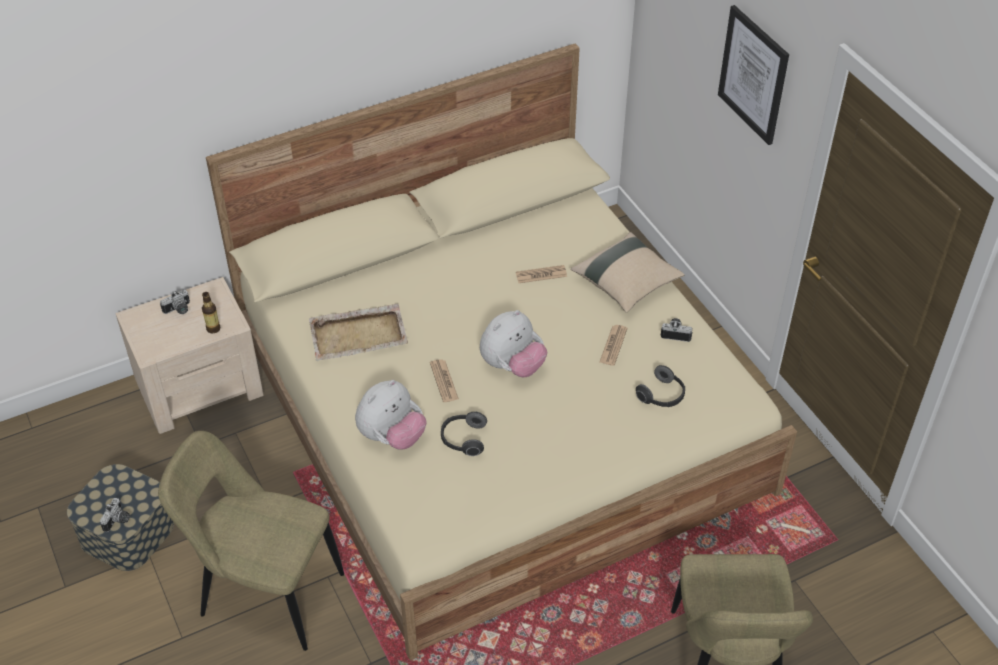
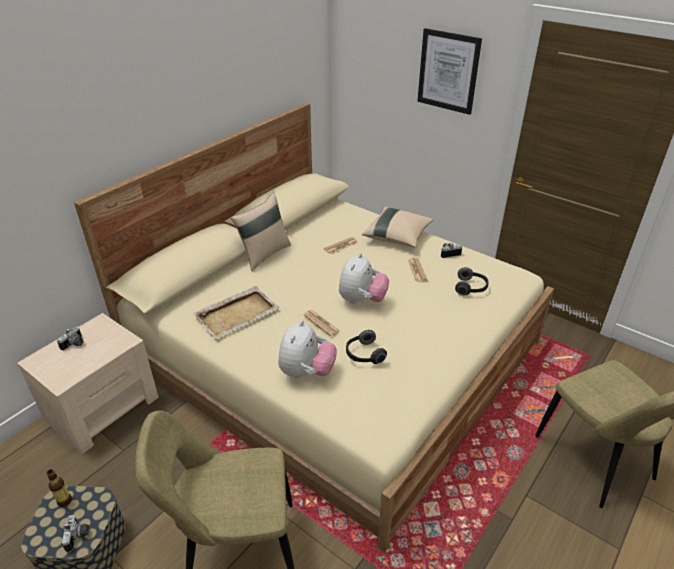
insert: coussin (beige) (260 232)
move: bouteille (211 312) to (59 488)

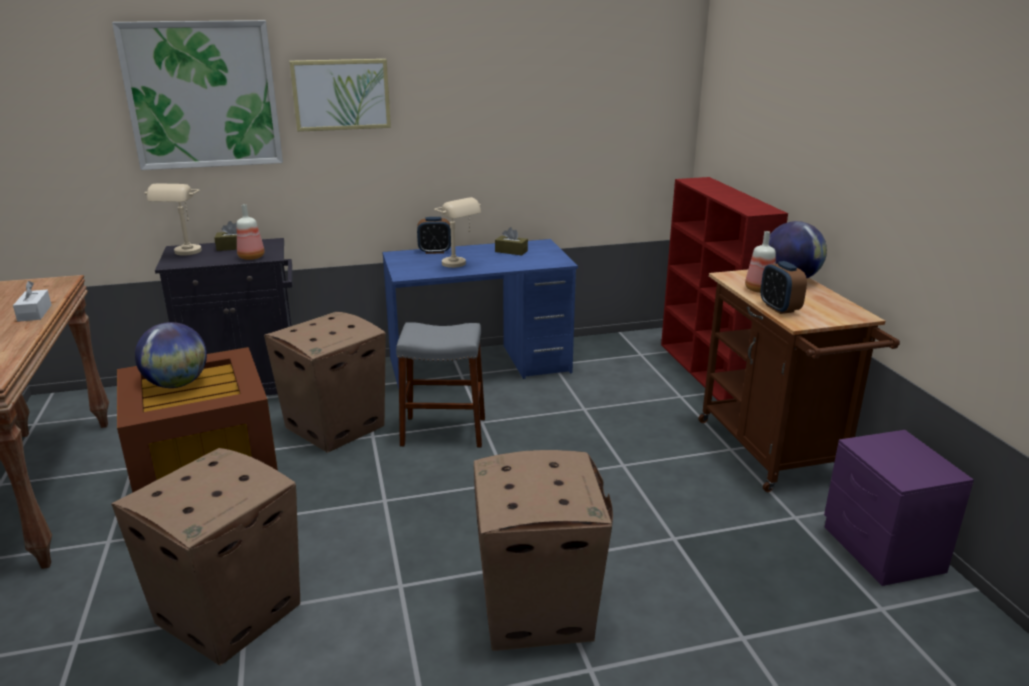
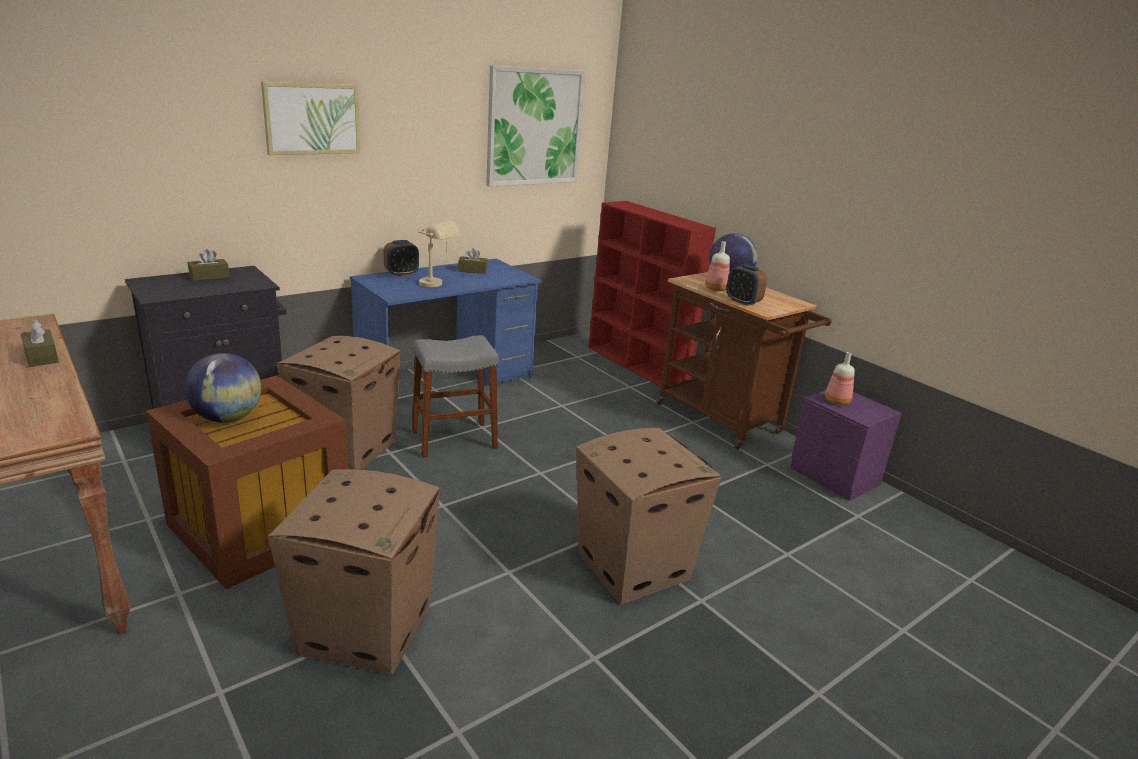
delete: lampe de table (beige) (173 220)
move: tableau (197 95) to (536 126); bouteille (251 232) to (840 378)
recolor: boîte à mouchoirs (blanc) (32 301) to boîte à mouchoirs (marron) (40 343)

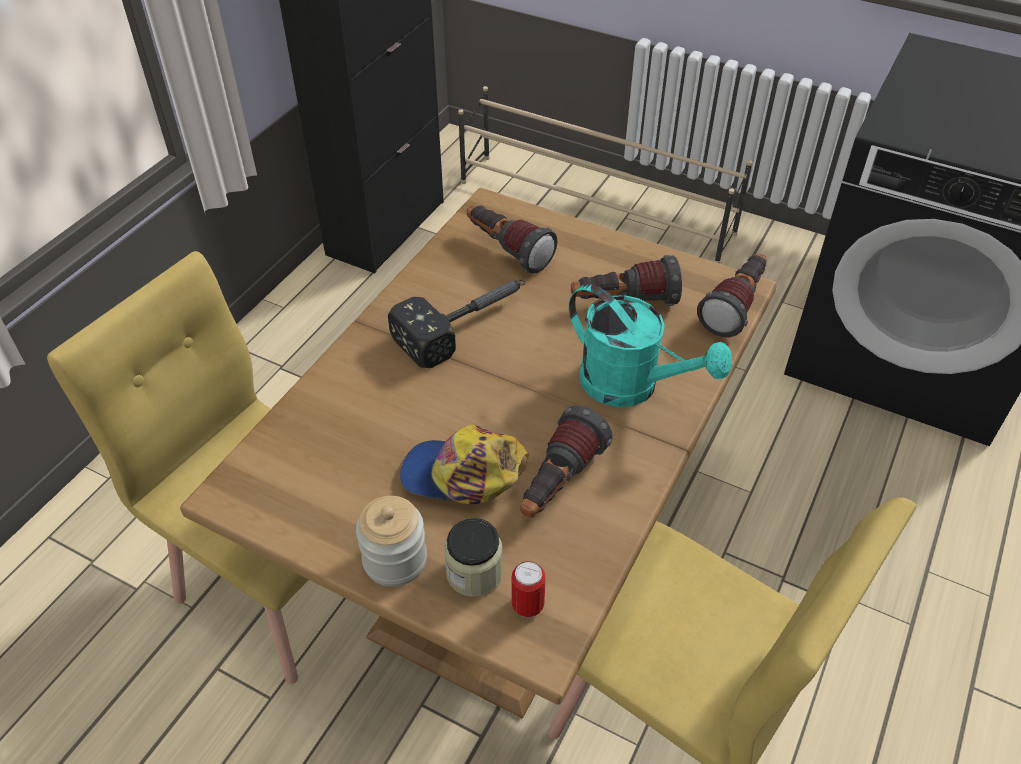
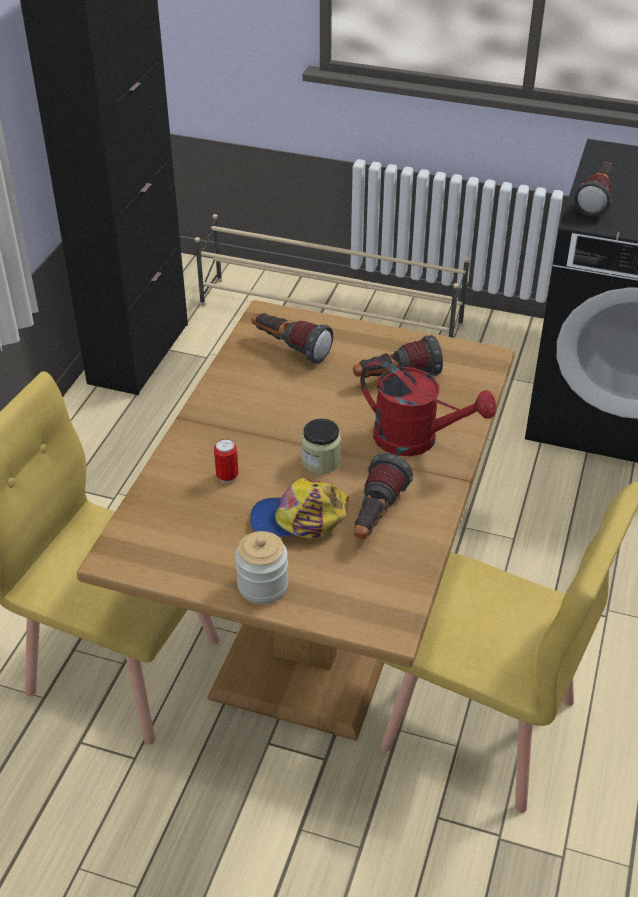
delete: marteau (456 324)
move: boîte métallique (528 589) to (226 461); bocal (473 557) to (321 446); lampe de poche (732 295) to (593 189)
recolor: arrosoir (turquoise) (650 345) to arrosoir (rouge) (428 408)

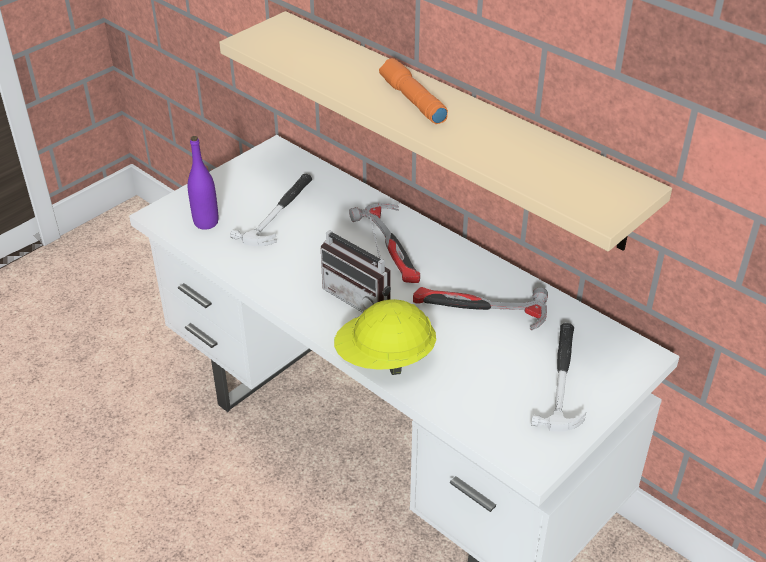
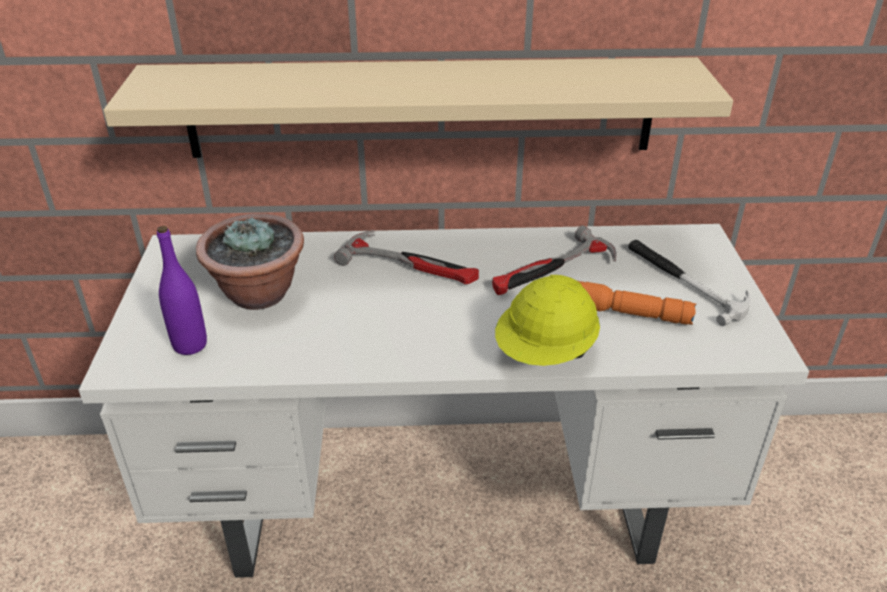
delete: radio (356 262)
move: lampe de poche (orange) (413 91) to (637 303)
replace: marteau (271 210) to plante en pot (250 261)

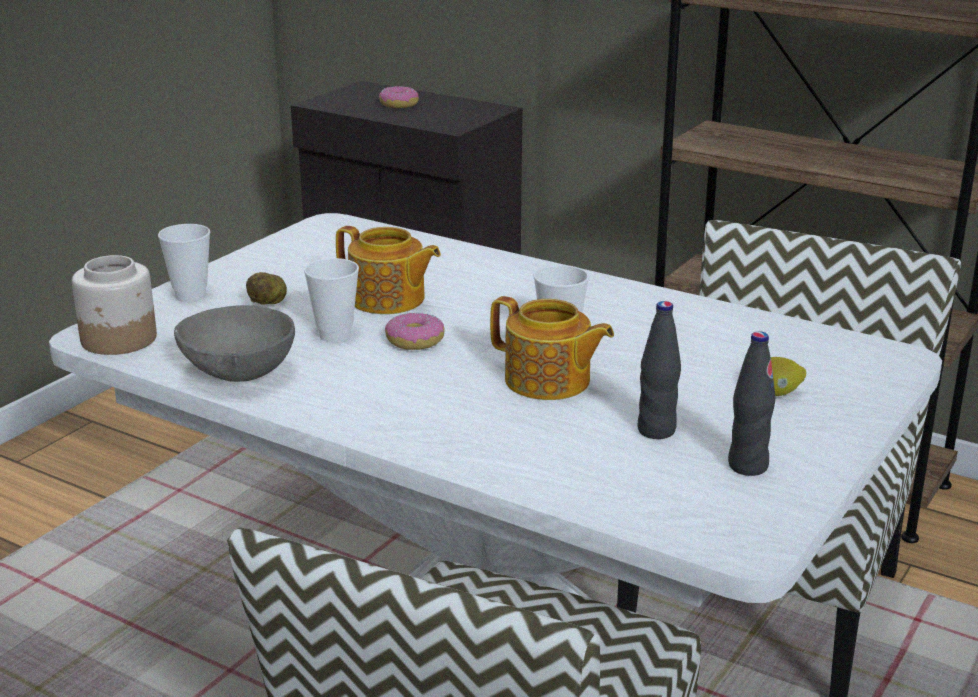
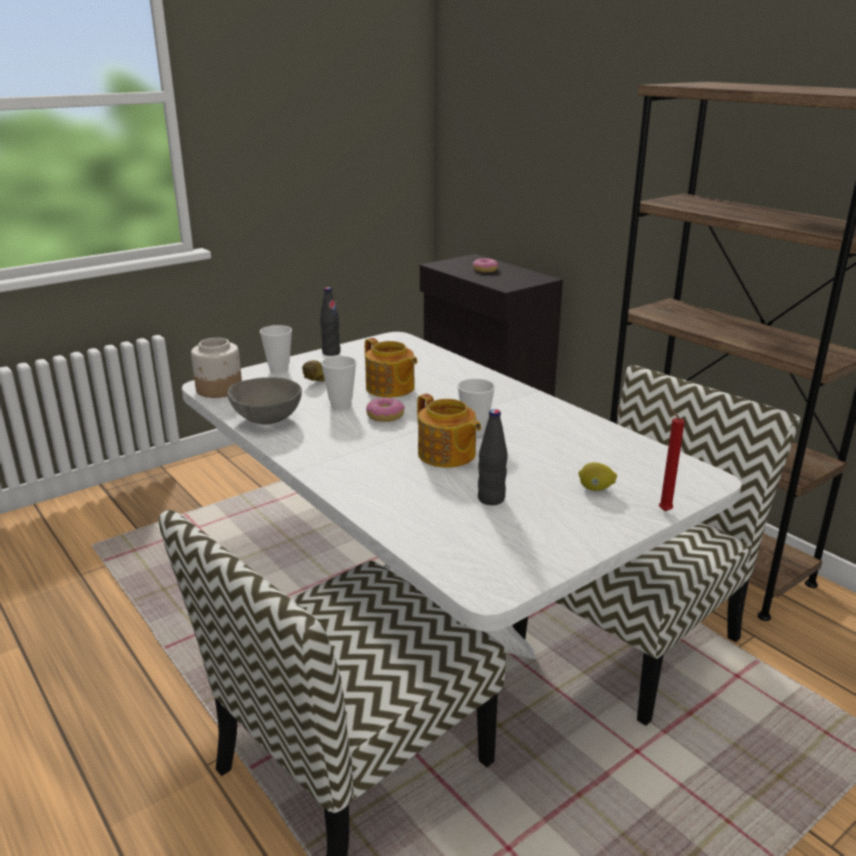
insert: bougie (rouge) (672 459)
move: bouteille (noir) (752 403) to (330 321)

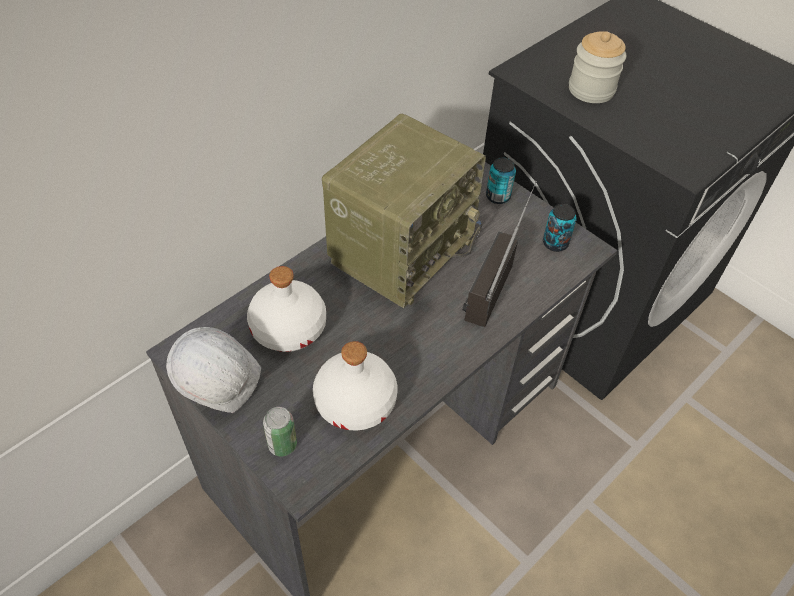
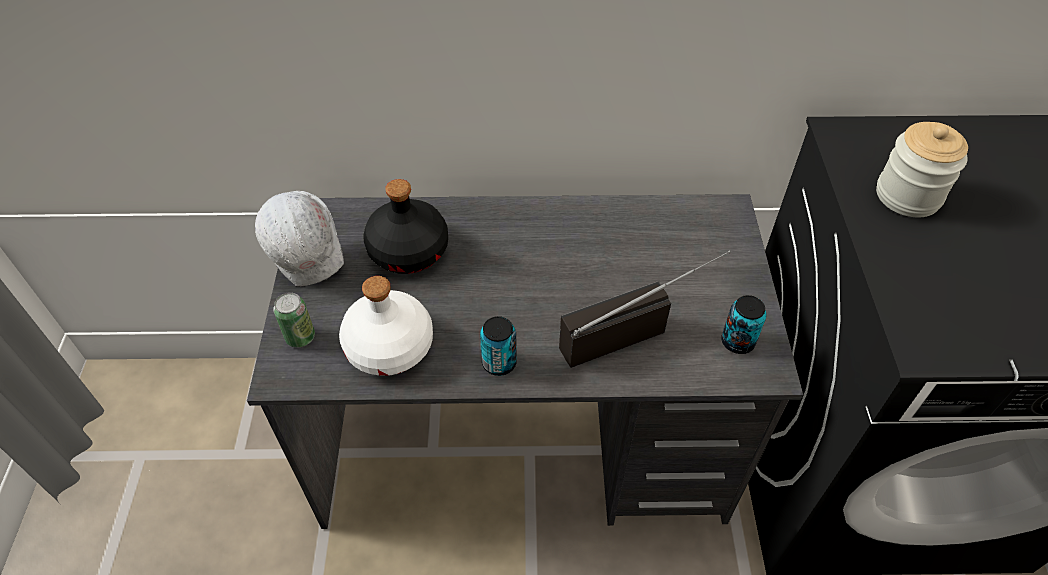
delete: radio (404 211)
move: boîte métallique (501 180) to (498 346)
recolor: bouteille (blanc) (286 309) to bouteille (noir) (405 226)

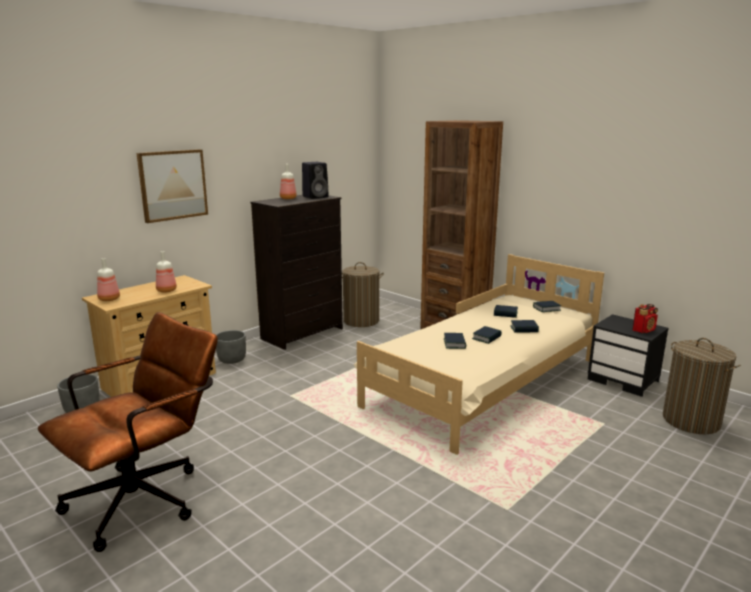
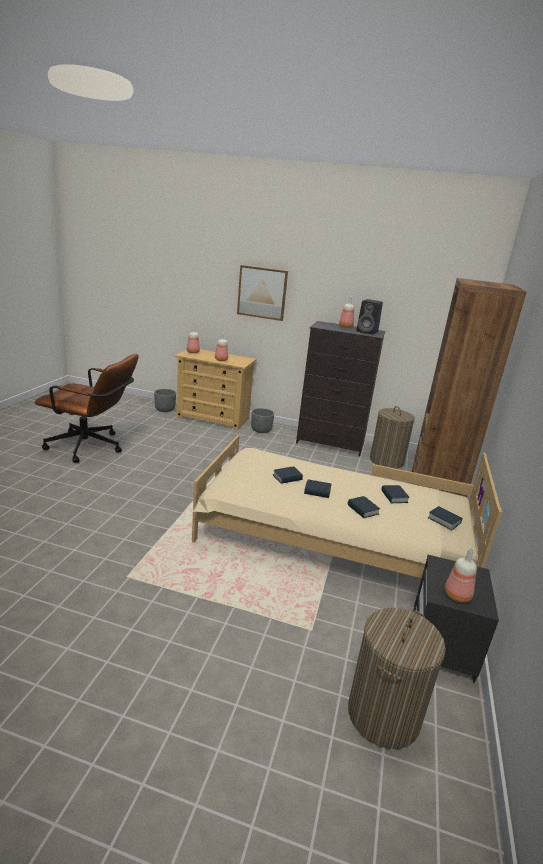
replace: radio (645 318) to bouteille (460 575)

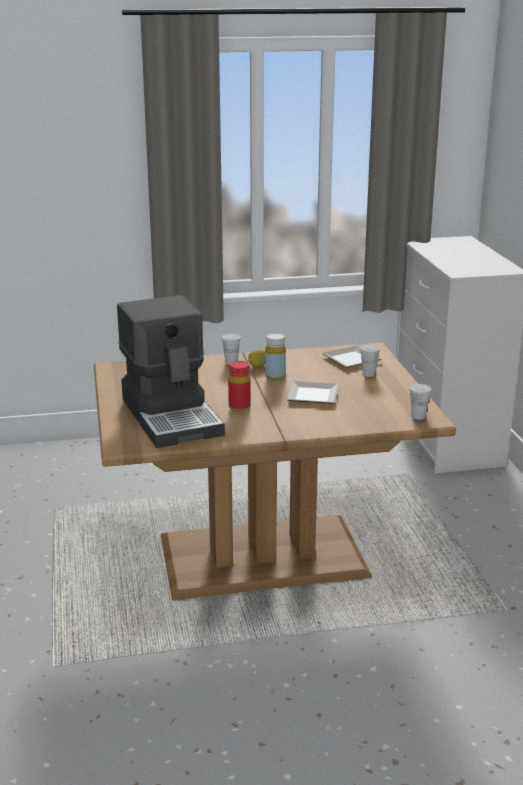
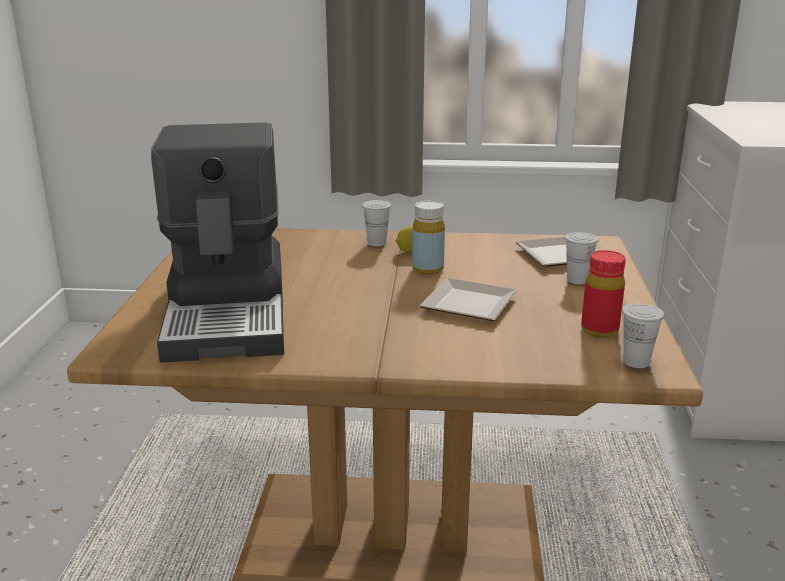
move: bouteille (rouge) (239 386) to (603 294)

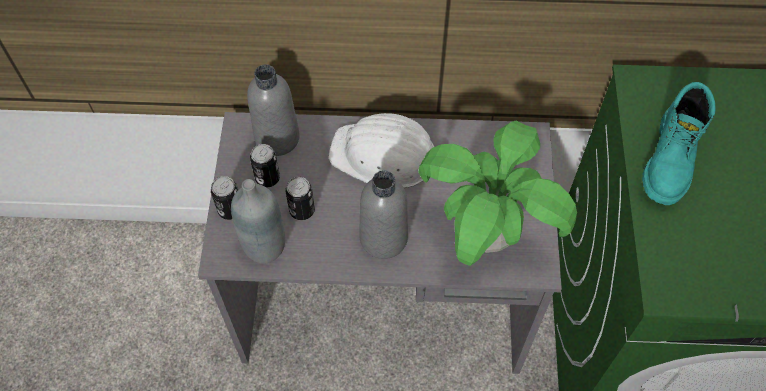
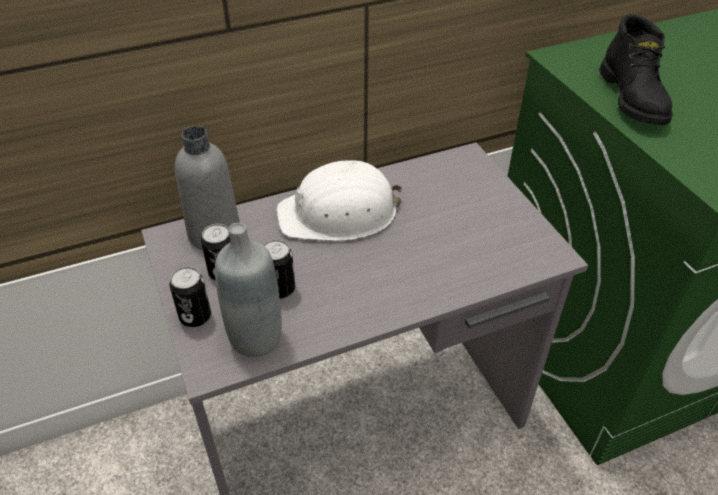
delete: bouteille (gris) (383 214); plante en pot (497 193)
recolor: botte (turquoise) (679 143) to botte (noir) (636 69)

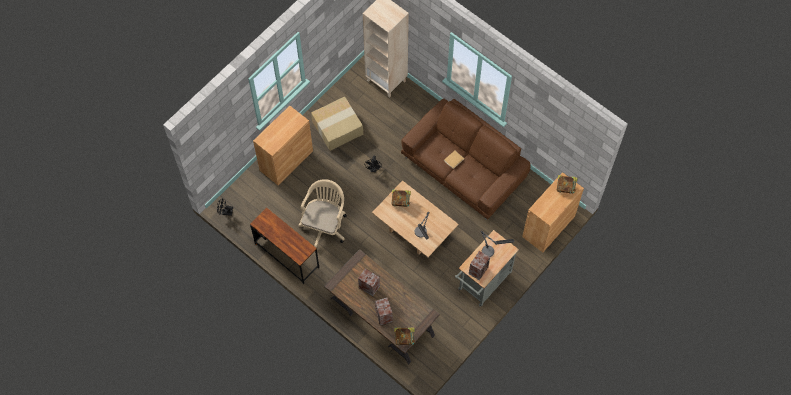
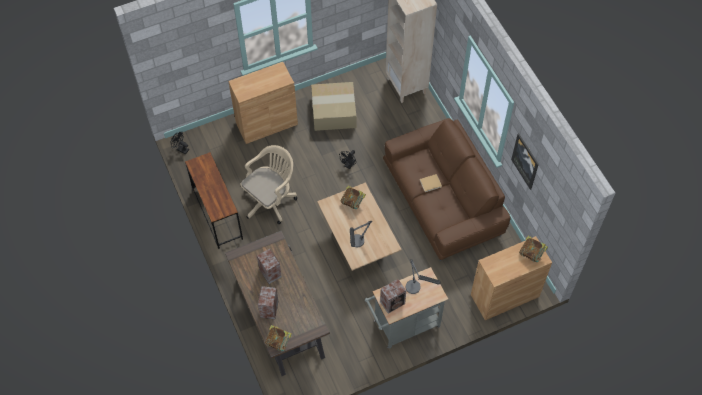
insert: tableau (525 162)

